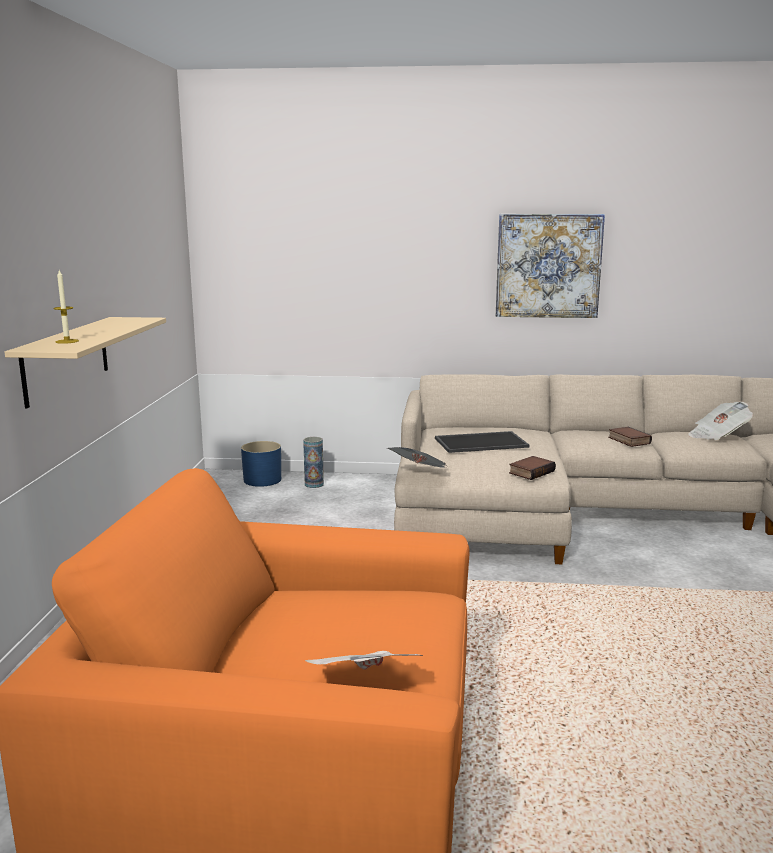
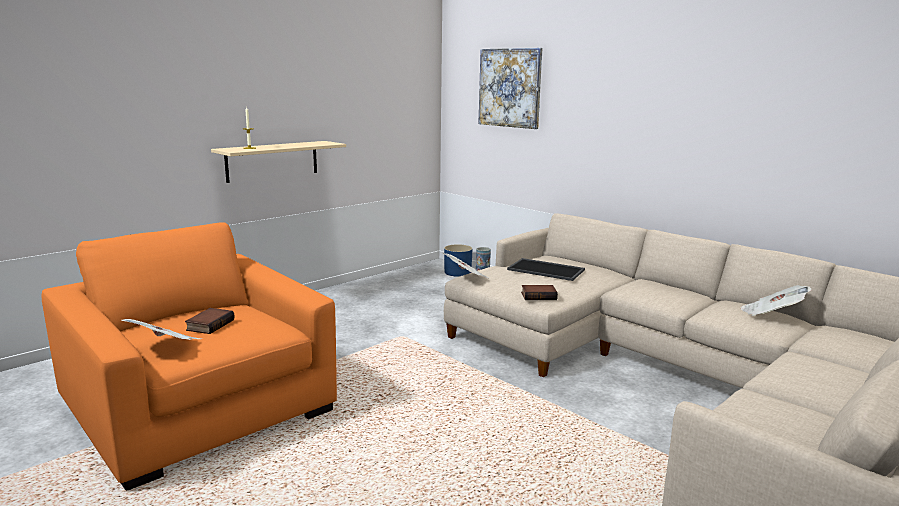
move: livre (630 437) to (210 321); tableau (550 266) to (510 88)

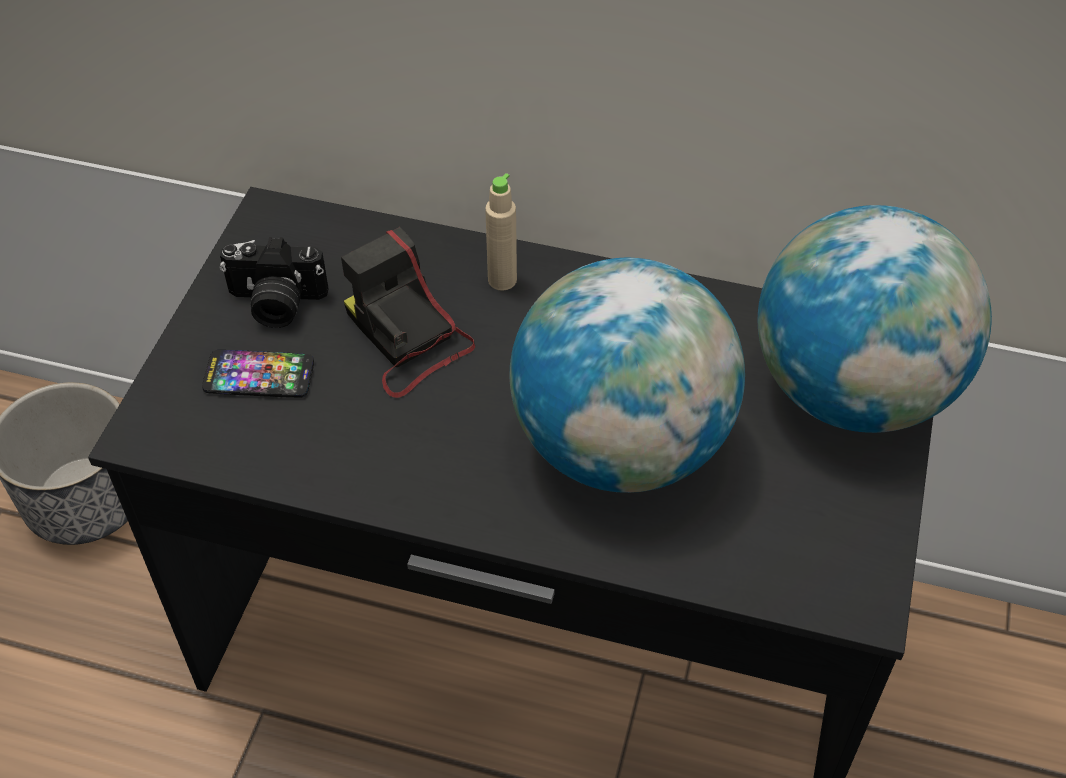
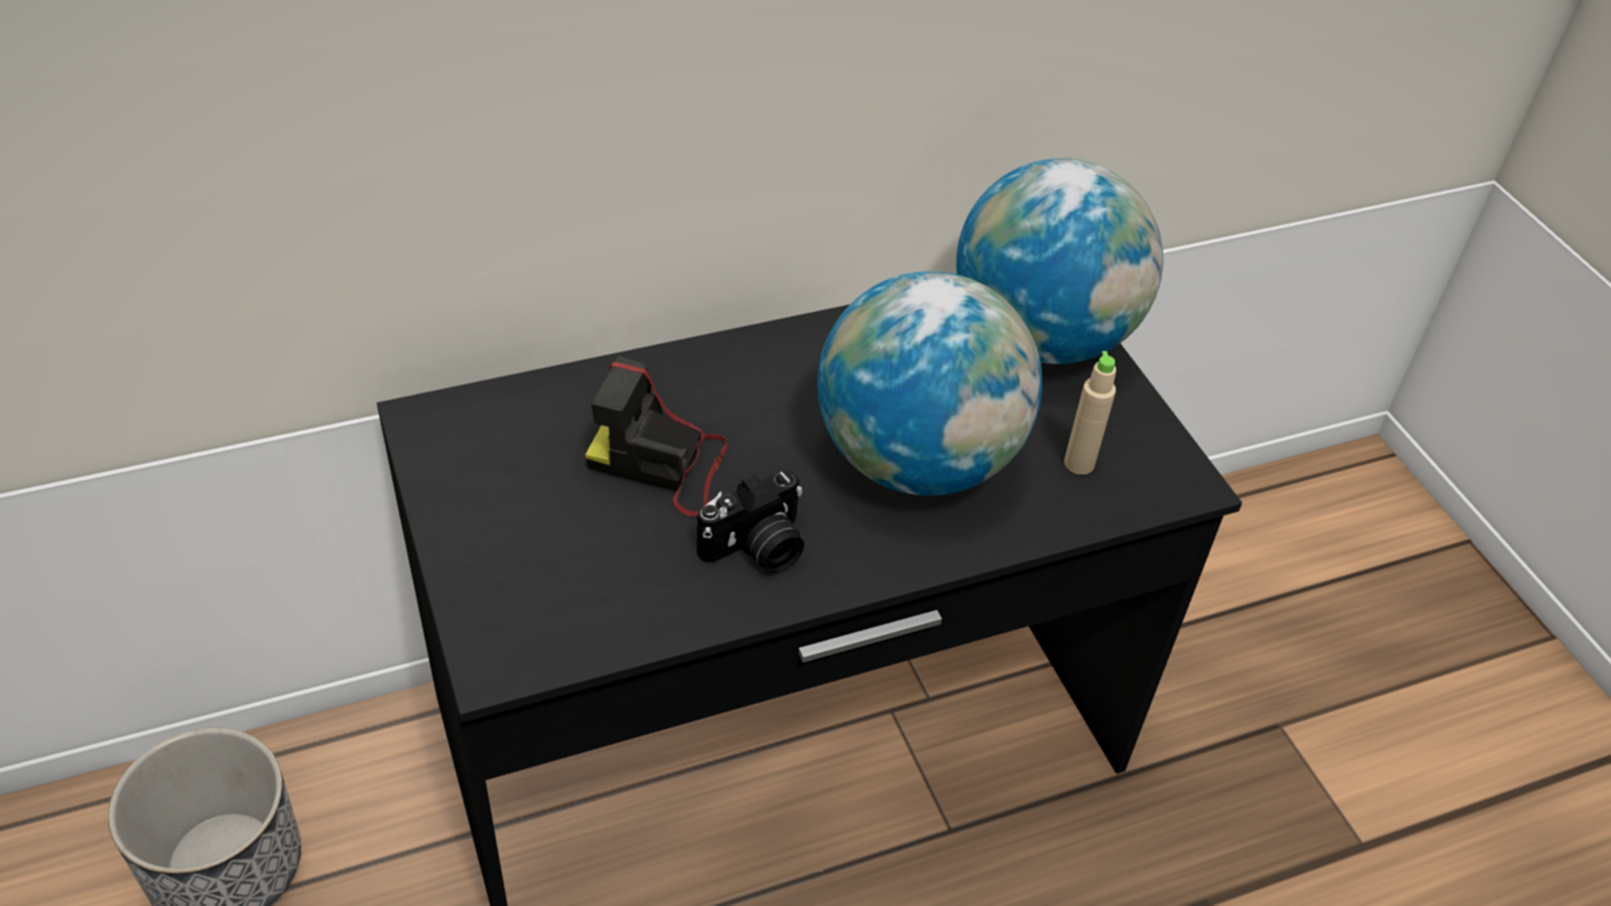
delete: téléphone (258 374)
move: appareil photo (274 282) to (750 522); bouteille (beige) (501 232) to (1090 413)

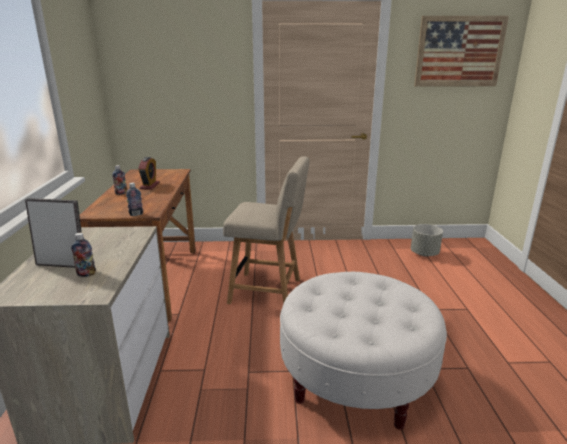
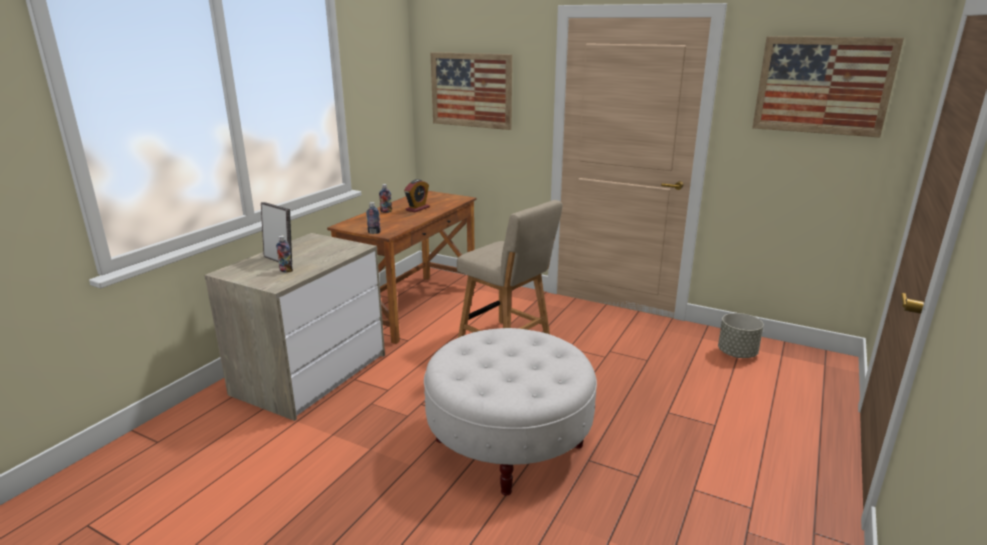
insert: tableau (471 91)

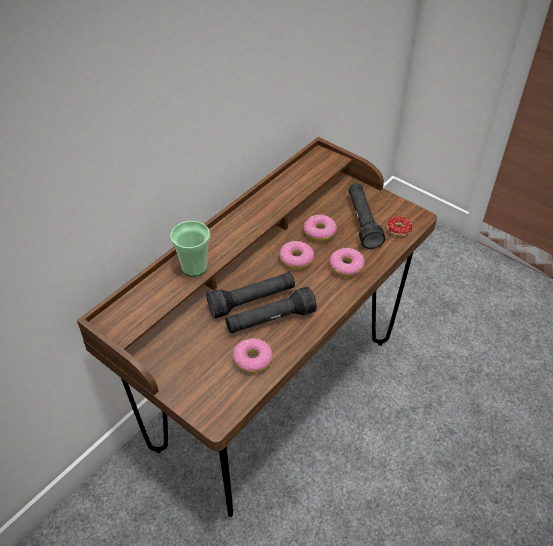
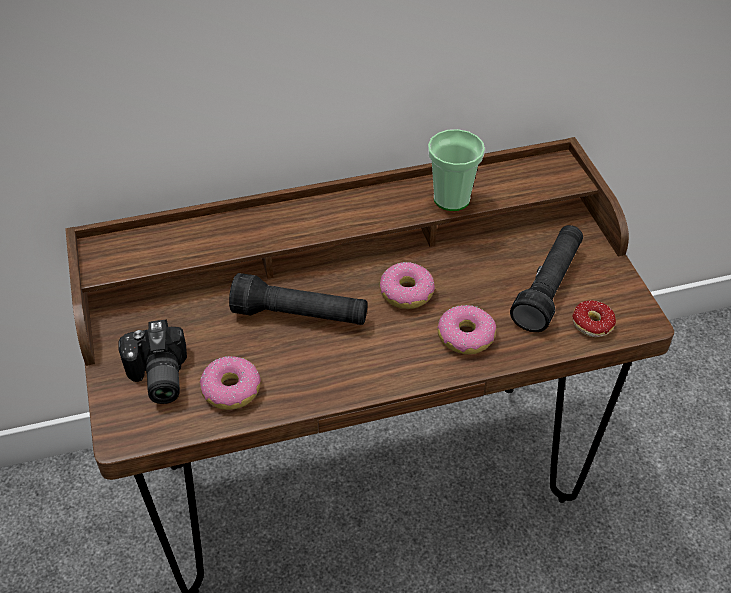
delete: lampe de poche (noir) (271 309); beignet (320 228)
insert: appareil photo (152 361)
move: tasse (190 249) to (456 170)

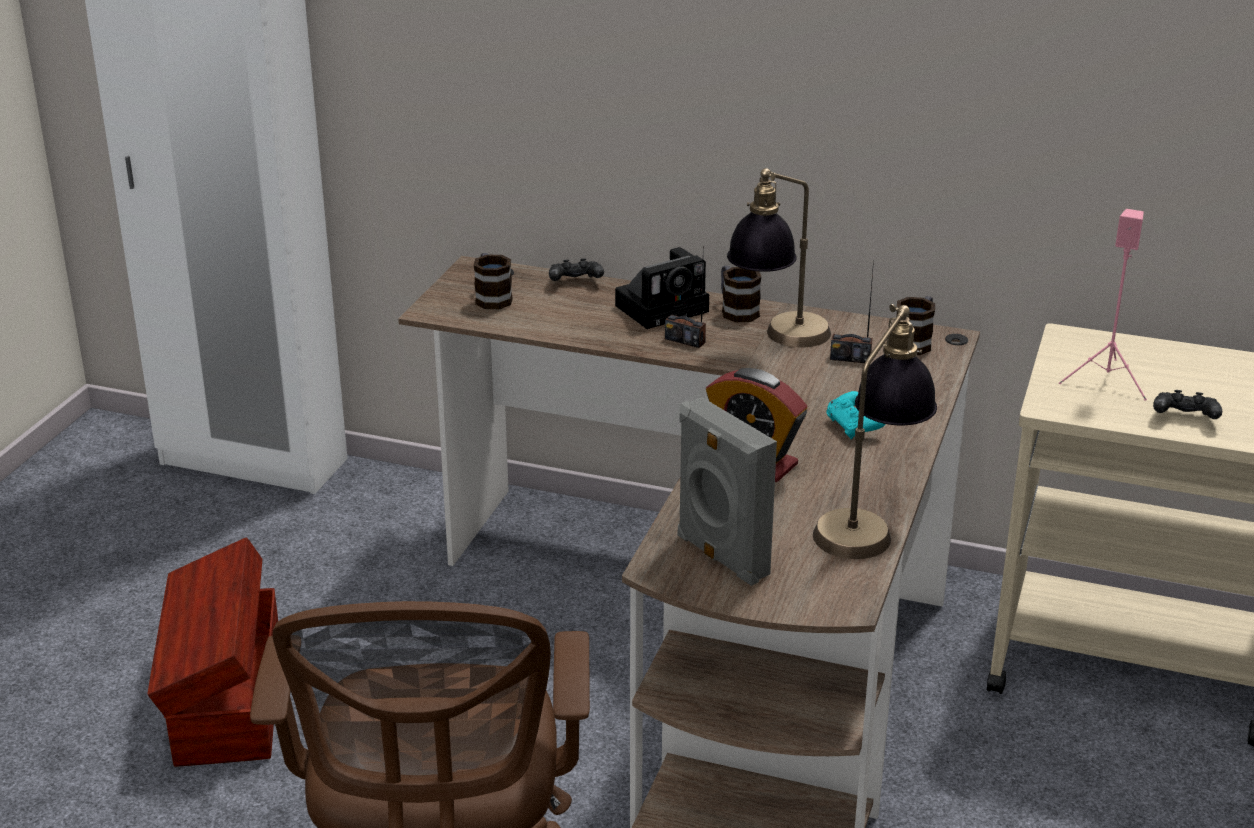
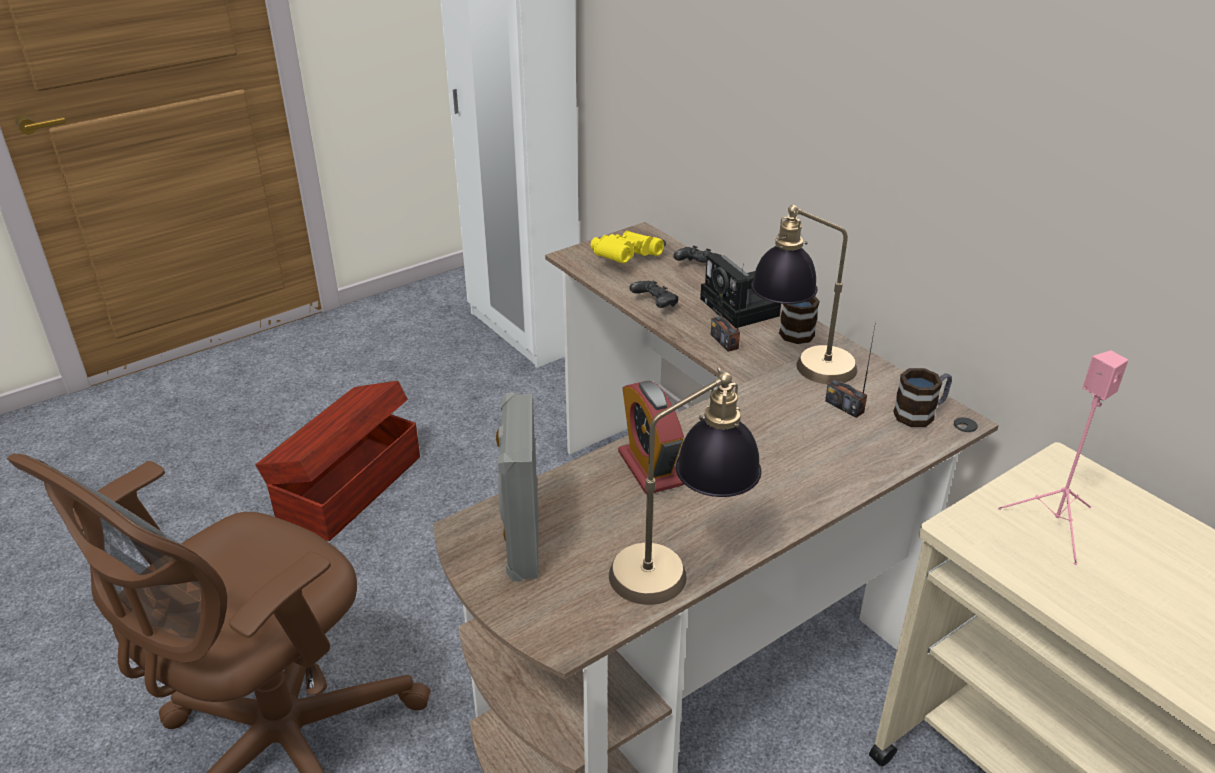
delete: manette (turquoise) (855 415)
move: manette (noir) (1187 404) to (653 294)
replace: mug (493 281) to jumelles (jaune) (627 247)
rotate: appareil photo (662 288) = (740 291) 60 degrees clockwise

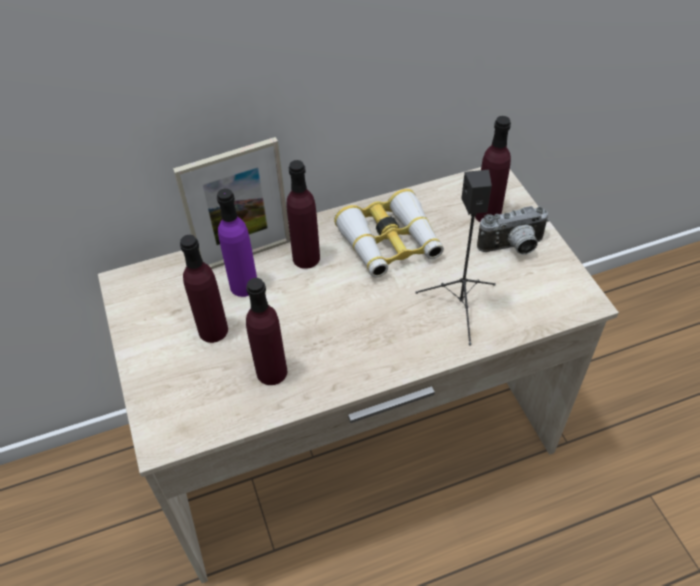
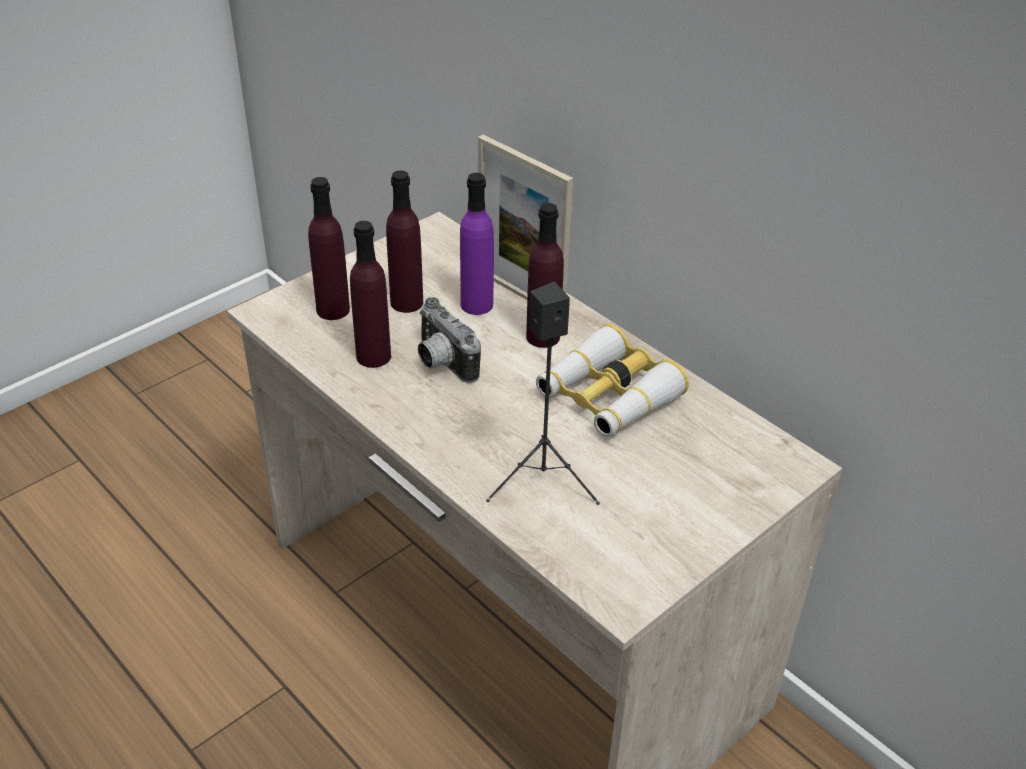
move: bouteille (violet) (493 169) to (329 248); appareil photo (513 230) to (449 340)

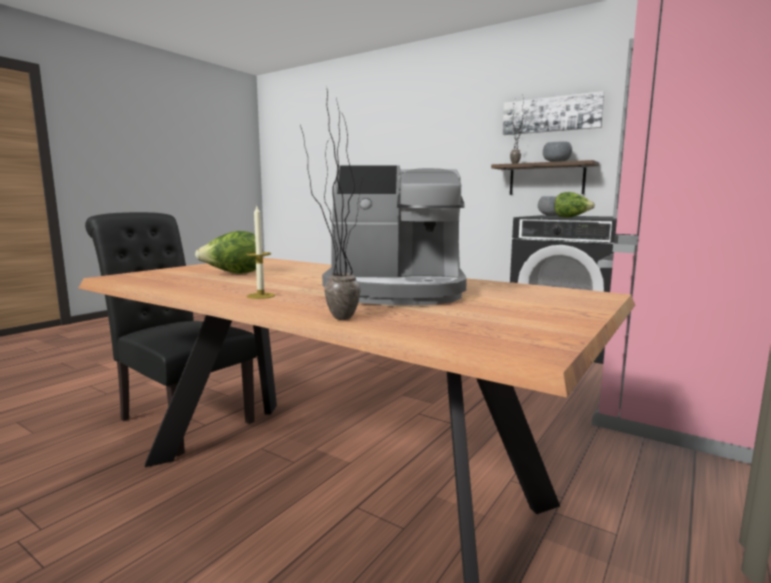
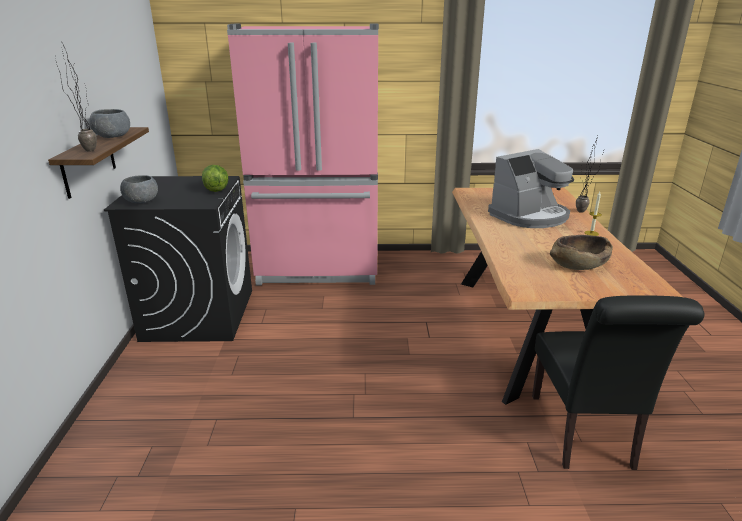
delete: tableau (554 113)
replace: laitue (225 252) to bol (marron) (581 252)
rotate: machine à café (394 235) = (531 188) 90 degrees clockwise

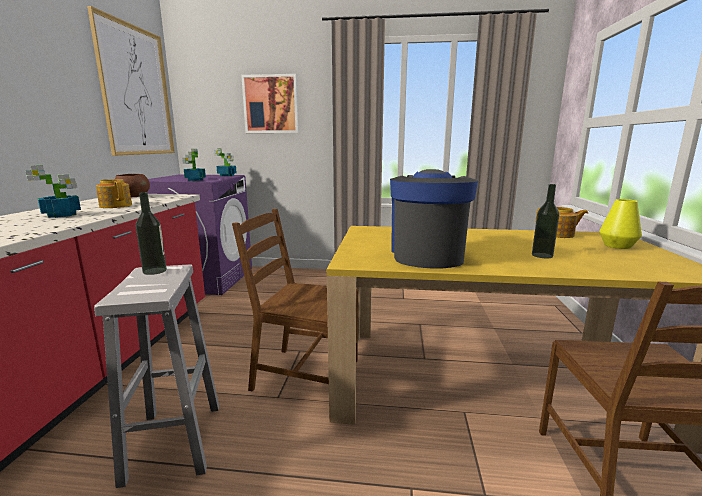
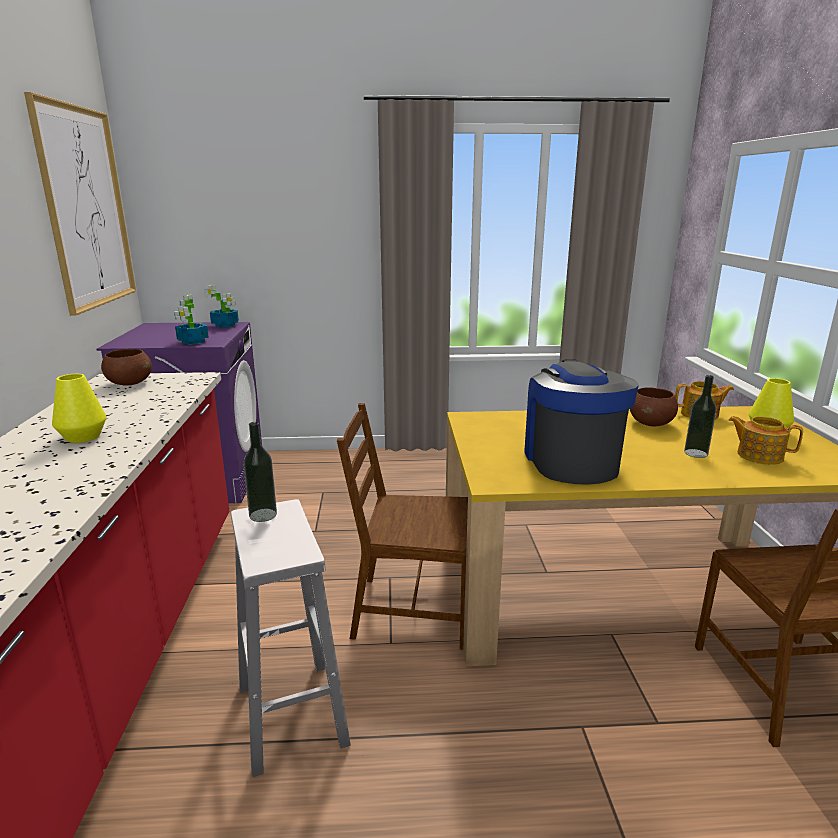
delete: tableau (270 103)
insert: bol (marron) (654 406)
move: théière (114 193) to (765 440)
replace: plante en pot (53 191) to vase (jaune) (79 408)

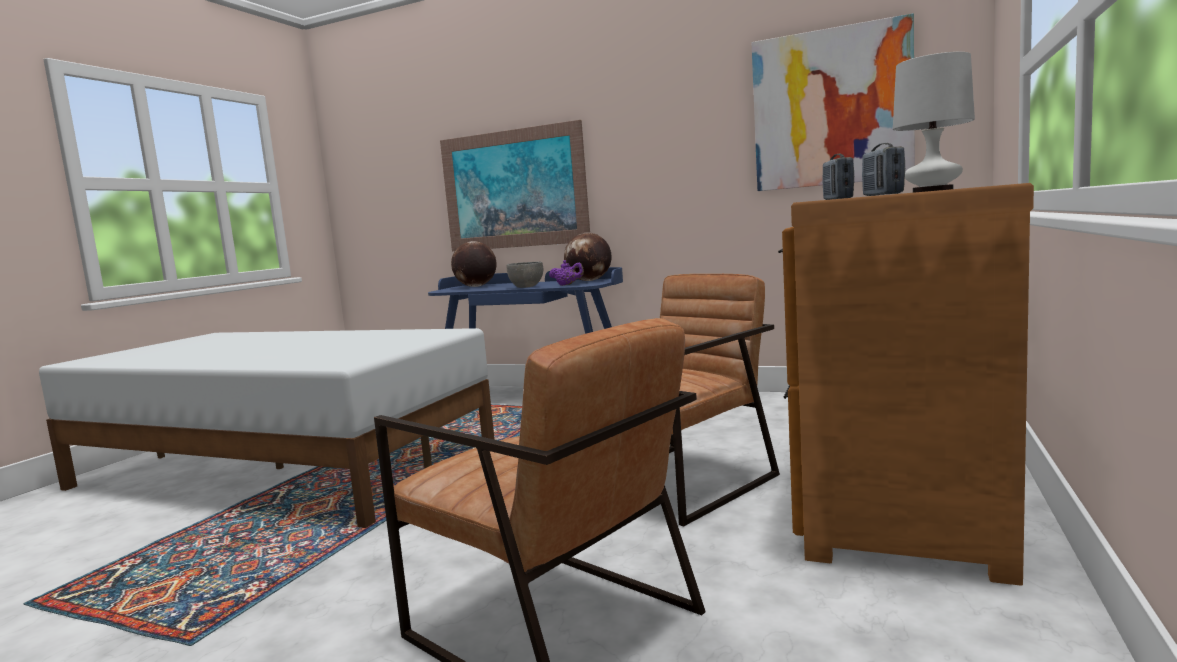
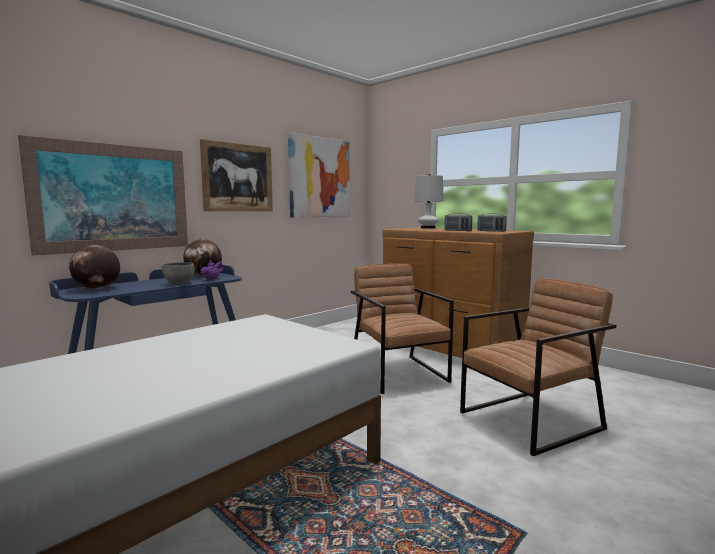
insert: tableau (236 175)

